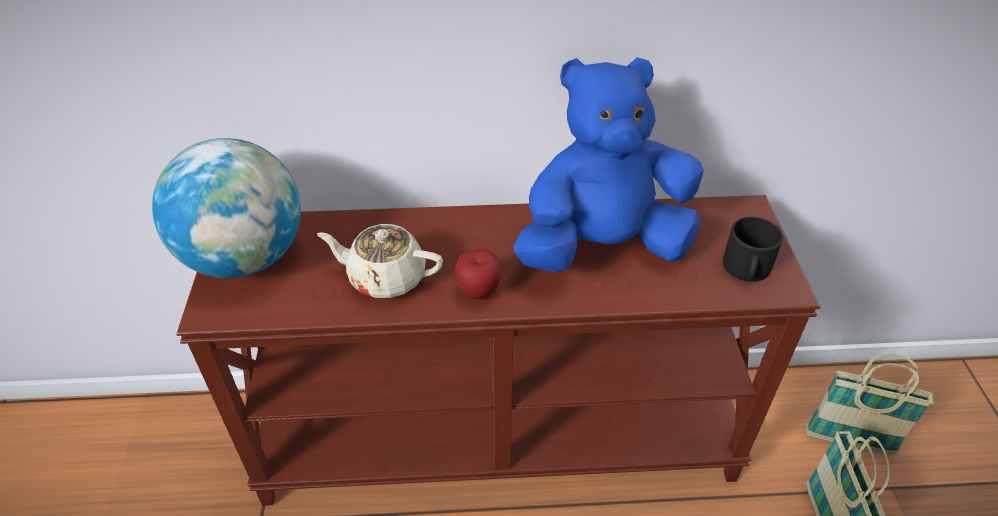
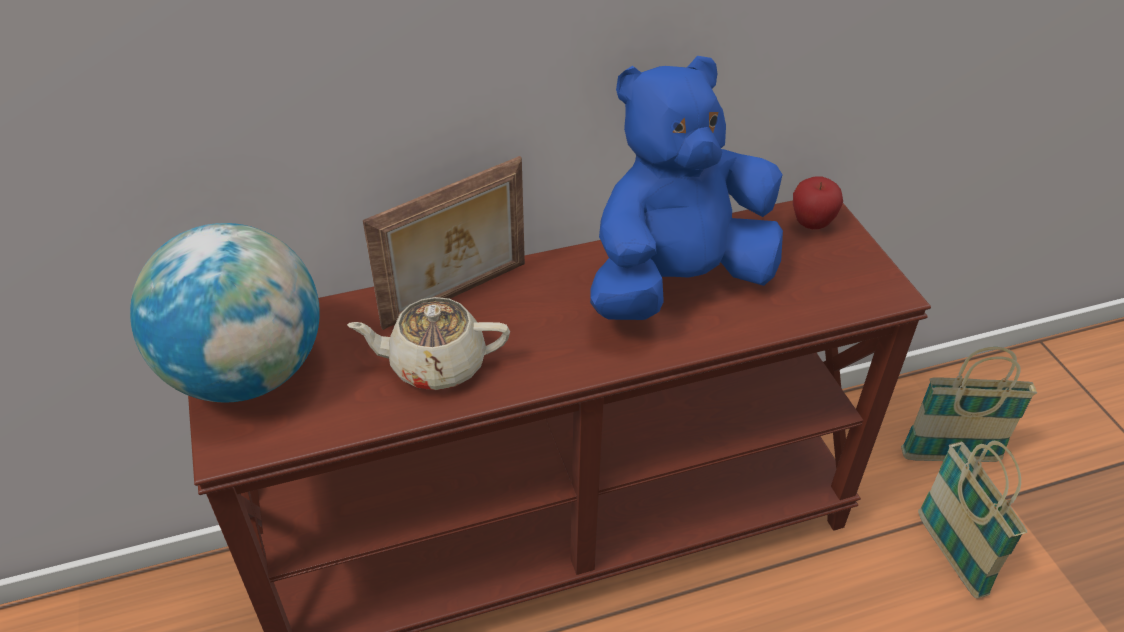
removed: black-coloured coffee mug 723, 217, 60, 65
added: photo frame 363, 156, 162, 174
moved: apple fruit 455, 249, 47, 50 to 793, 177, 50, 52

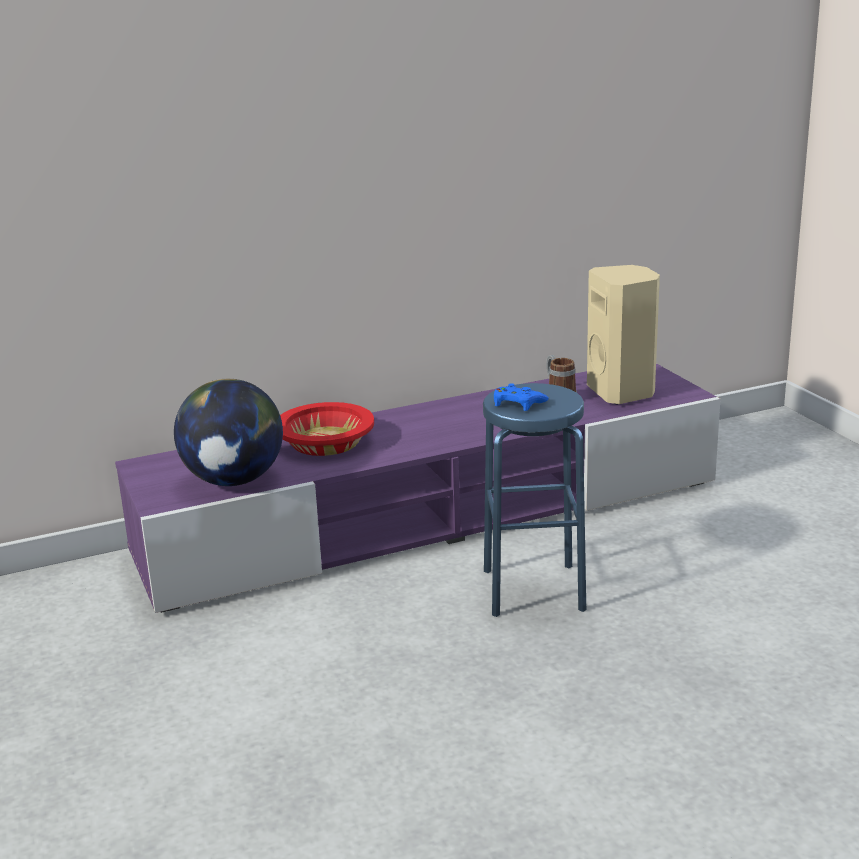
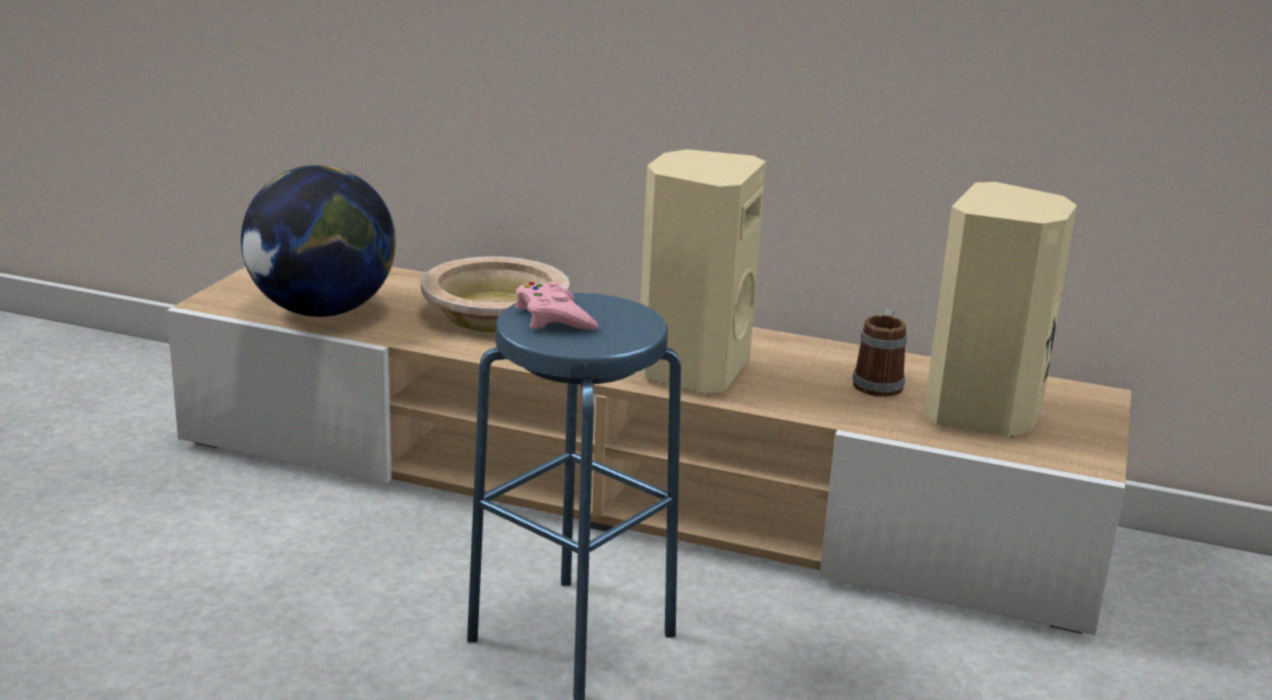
added: beige loudspeaker 640, 149, 126, 244
recoloured: purple-coloured tv stand 115, 364, 606, 249 to beige tv stand 167, 266, 964, 369; red serving bowl 280, 402, 94, 54 to beige serving bowl 421, 256, 149, 76; blue-coloured joypad 494, 383, 55, 28 to pink joypad 515, 281, 83, 49

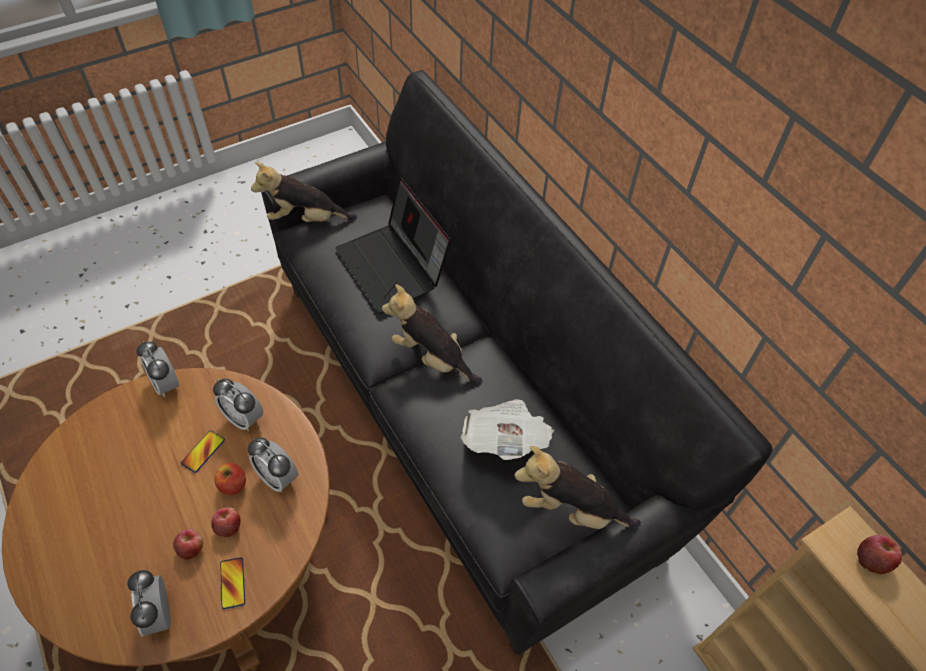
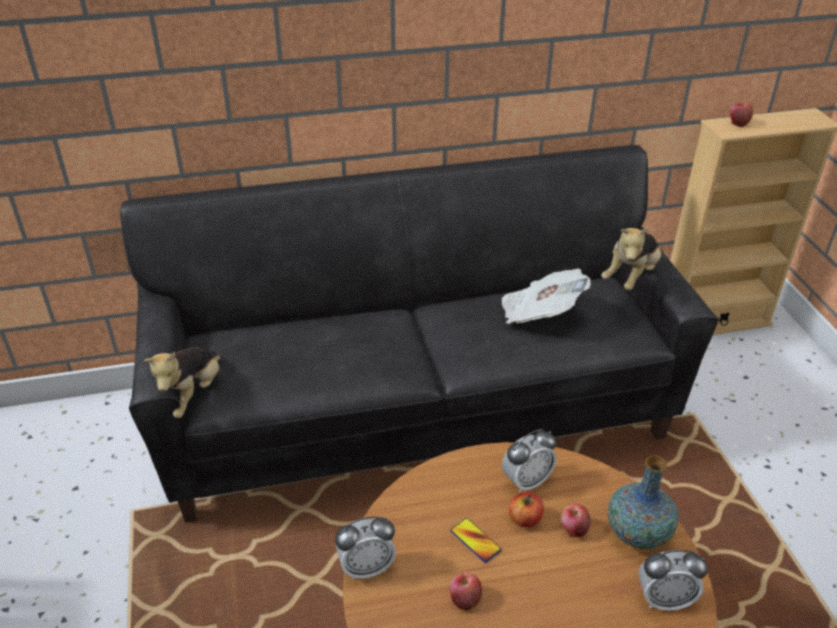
removed: alarm clock 213, 379, 50, 52; laptop 335, 177, 116, 136; plush toy 382, 284, 101, 100
moved: apple fruit 173, 529, 30, 31 to 450, 573, 32, 38
replaced: telephone 220, 557, 25, 52 to flower vase 607, 455, 71, 94

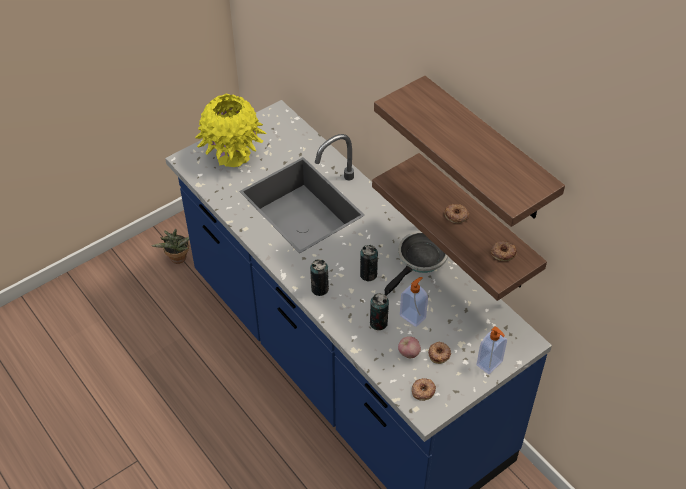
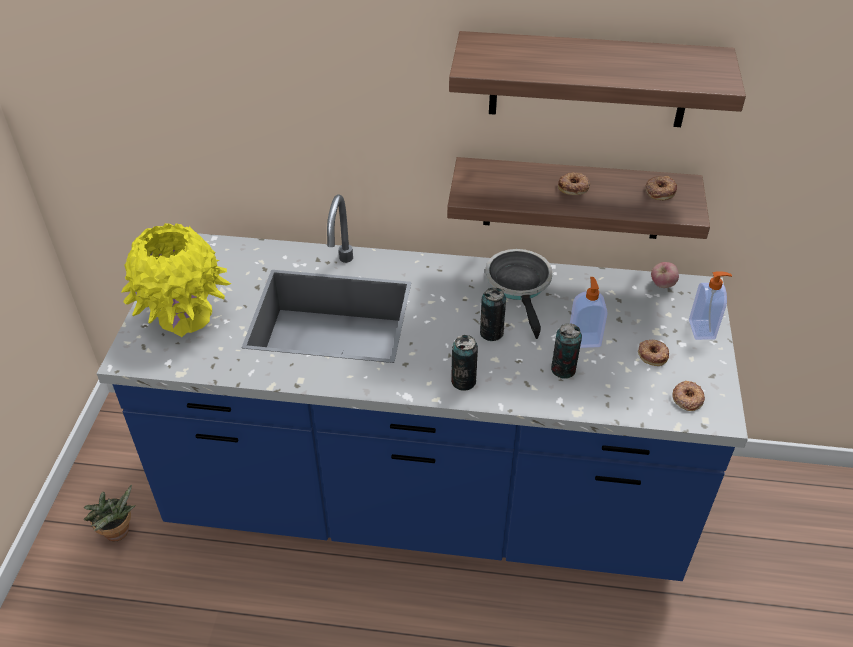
moved: apple fruit 398, 336, 23, 22 to 651, 262, 28, 26

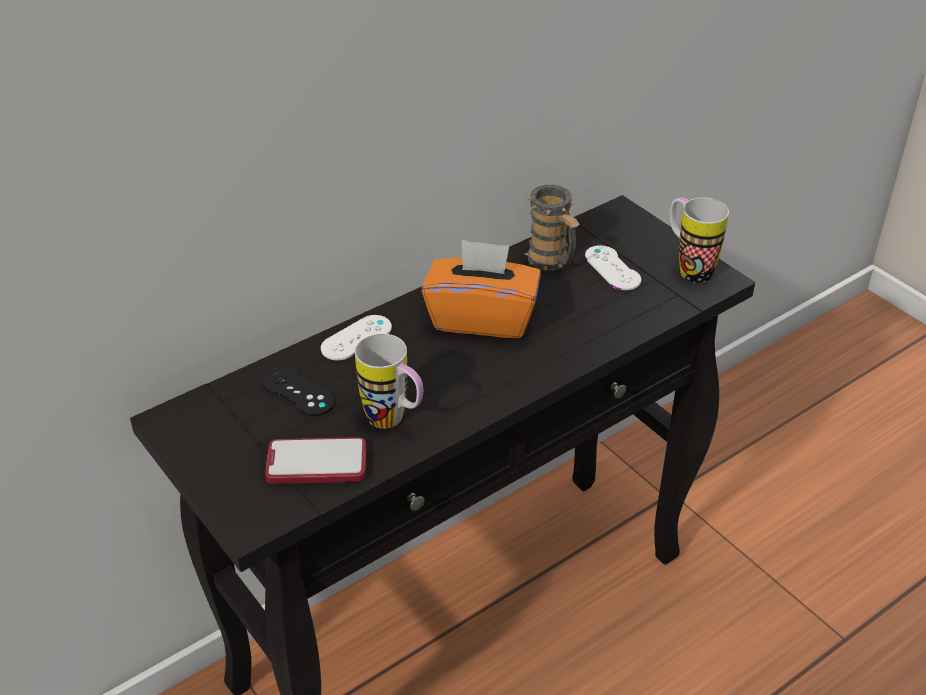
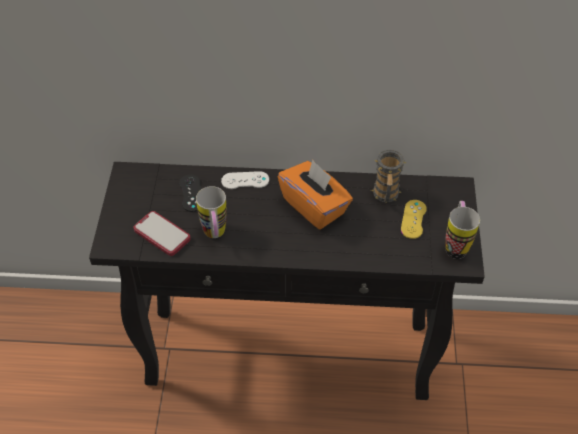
recoloured: whitish joypad 585, 245, 57, 45 to yellow-coloured joypad 401, 200, 26, 39

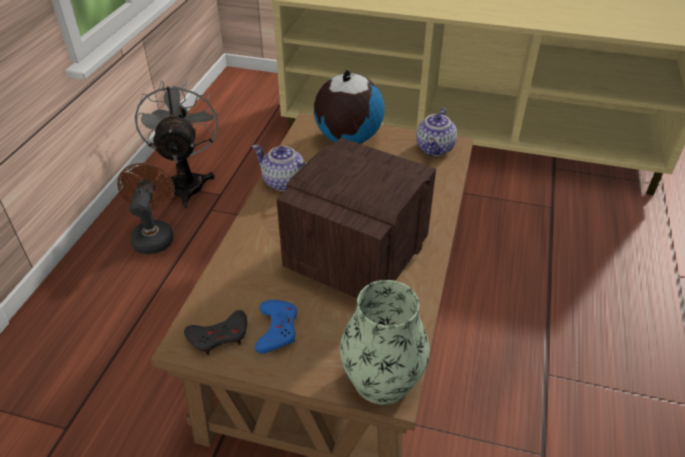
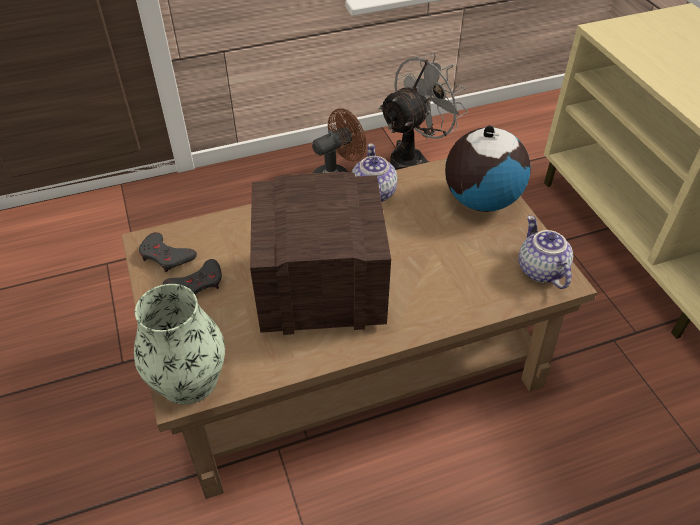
recoloured: blue-coloured joypad 255, 300, 42, 53 to grey joypad 163, 259, 59, 36
turned: teapot 416, 108, 41, 48 = 519, 215, 54, 74 90 degrees clockwise

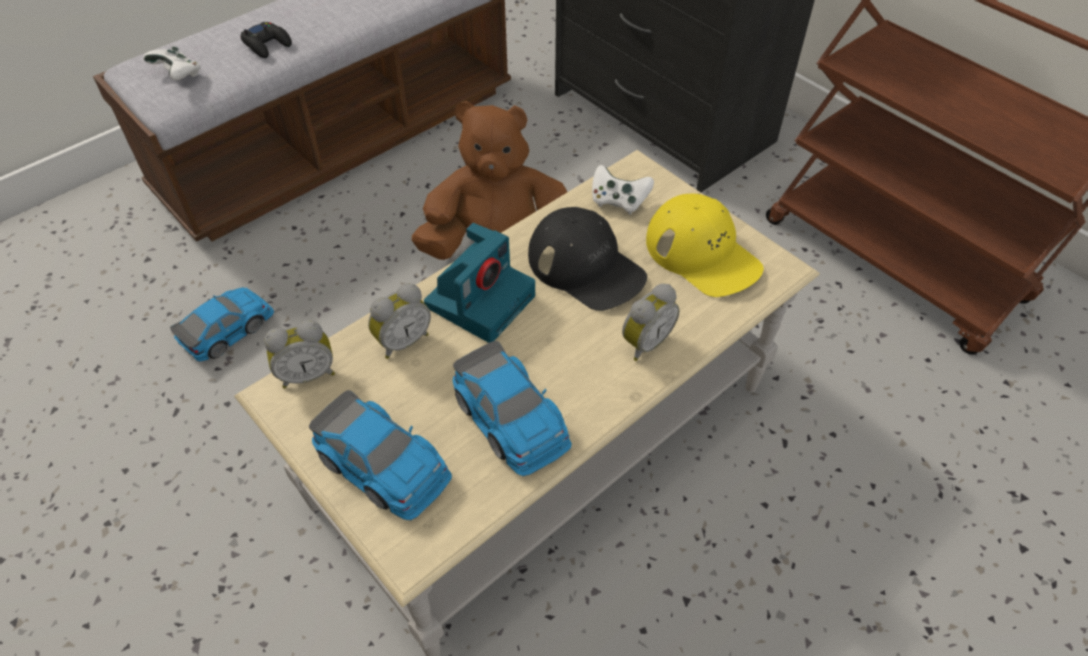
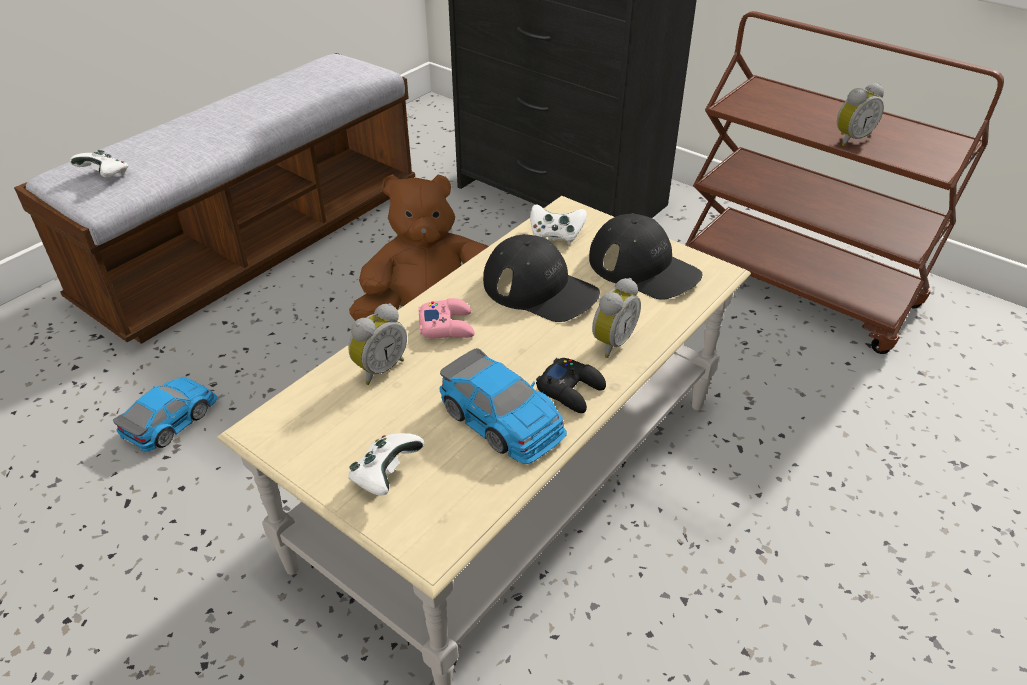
moved: black-coloured joypad 240, 22, 52, 36 to 536, 358, 70, 55; alarm clock 264, 320, 71, 69 to 837, 83, 47, 63
replaced: model car 309, 390, 143, 130 to whitish joypad 348, 433, 76, 63; photo camera 424, 223, 111, 120 to pink joypad 418, 298, 57, 40
recoloured: yellow-coloured cap 646, 194, 118, 103 to black-coloured cap 589, 213, 113, 87

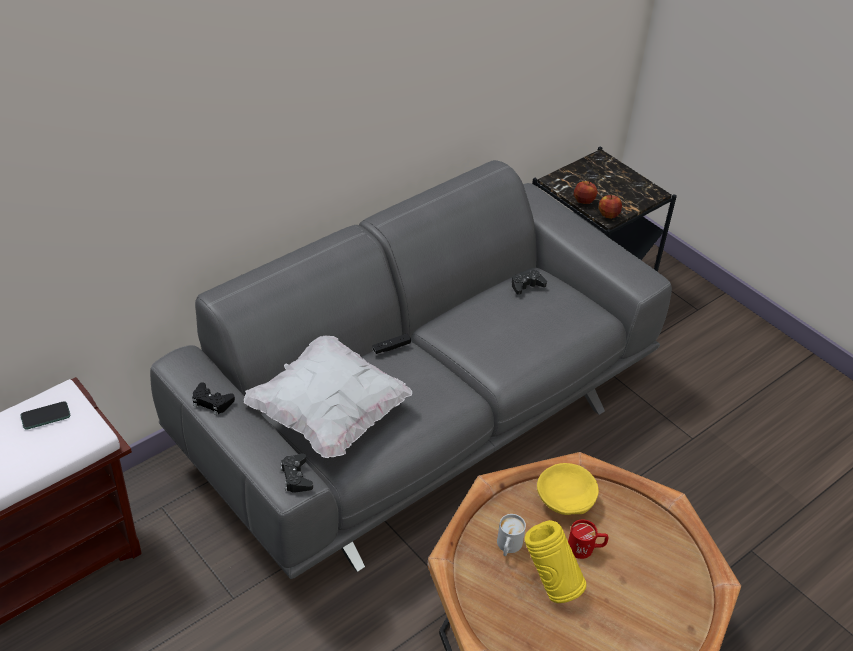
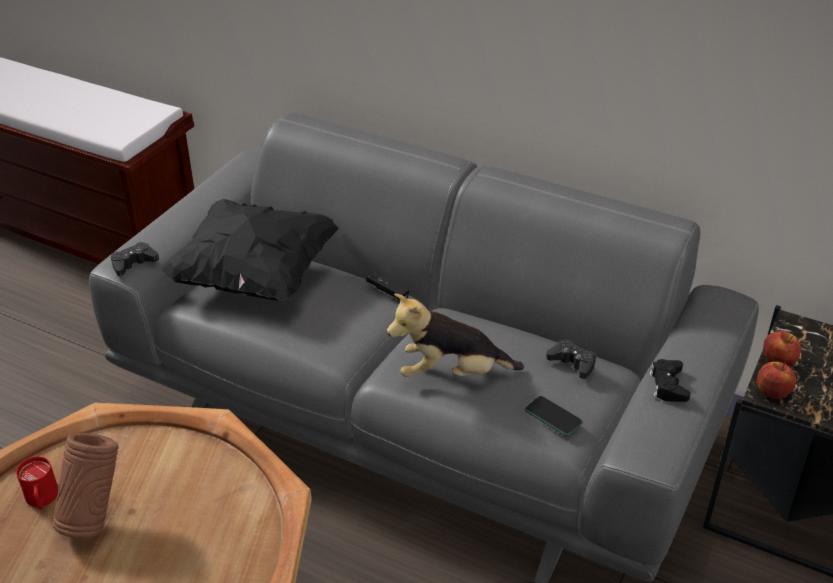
removed: whitish coffee mug 497, 514, 29, 42; yellow-coloured serving bowl 537, 463, 62, 52
added: plush toy 387, 294, 137, 83
moved: telephone 20, 401, 50, 29 to 525, 396, 58, 40; black-coloured joypad 192, 382, 43, 33 to 650, 359, 40, 43; red coffee mug 568, 519, 40, 40 to 16, 456, 42, 54
recoloured: whitish pillow 244, 336, 168, 122 to black-coloured pillow 161, 199, 178, 102; yellow-coloured flower vase 525, 520, 61, 83 to brownish flower vase 53, 433, 65, 105

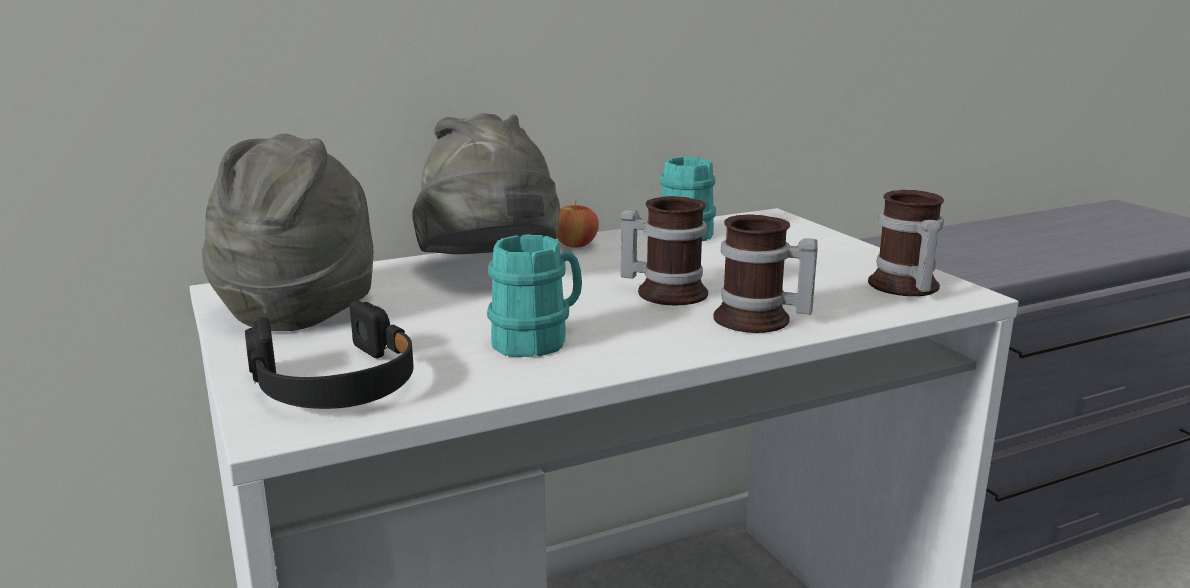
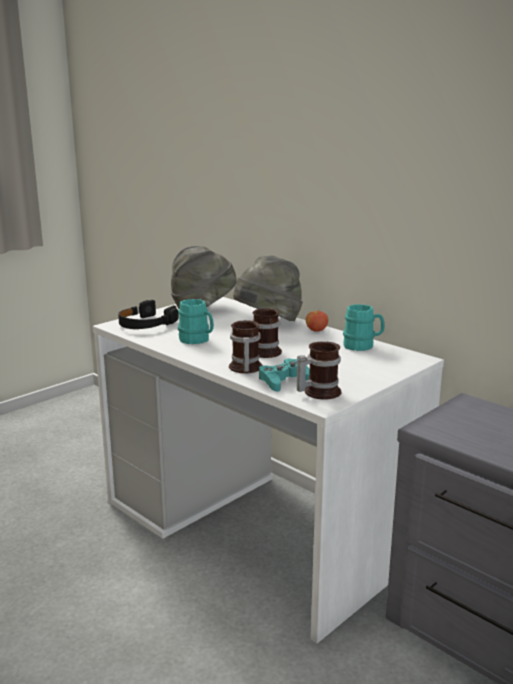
added: turquoise joypad 259, 358, 51, 34

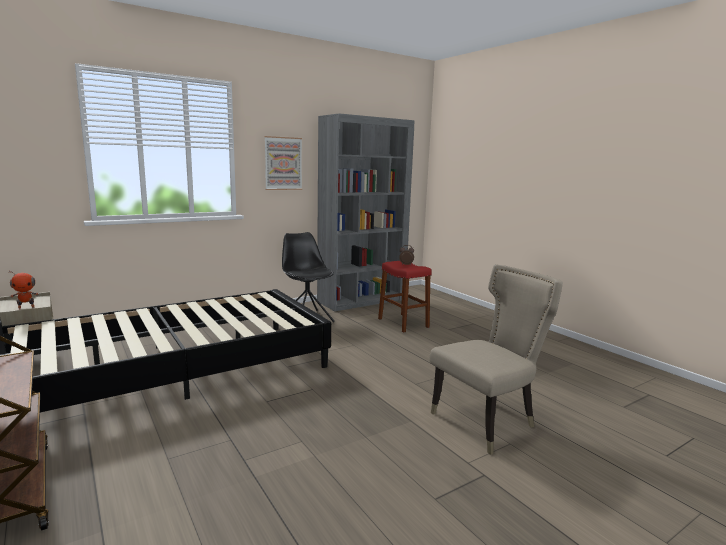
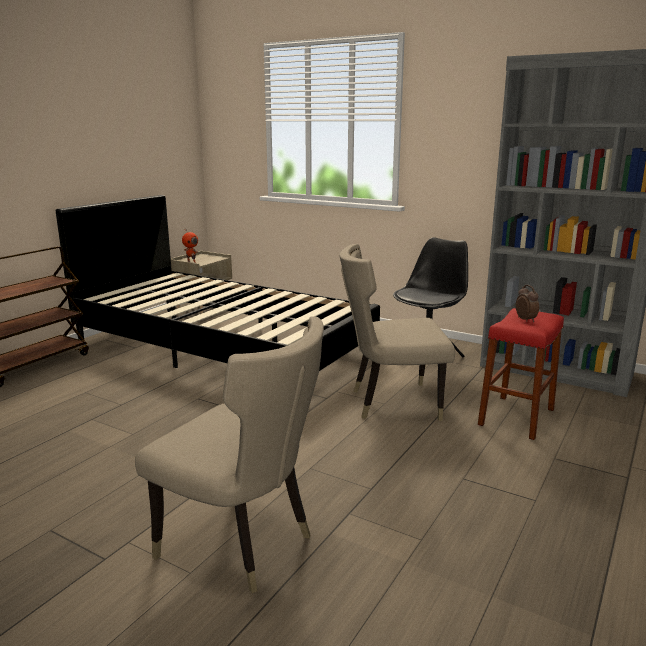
removed: picture 264, 136, 38, 54
added: beige chair 339, 244, 116, 177

